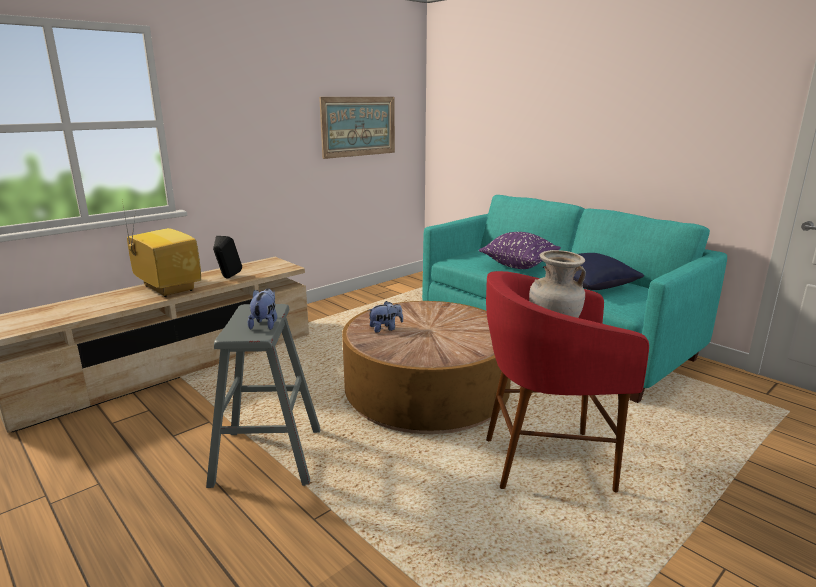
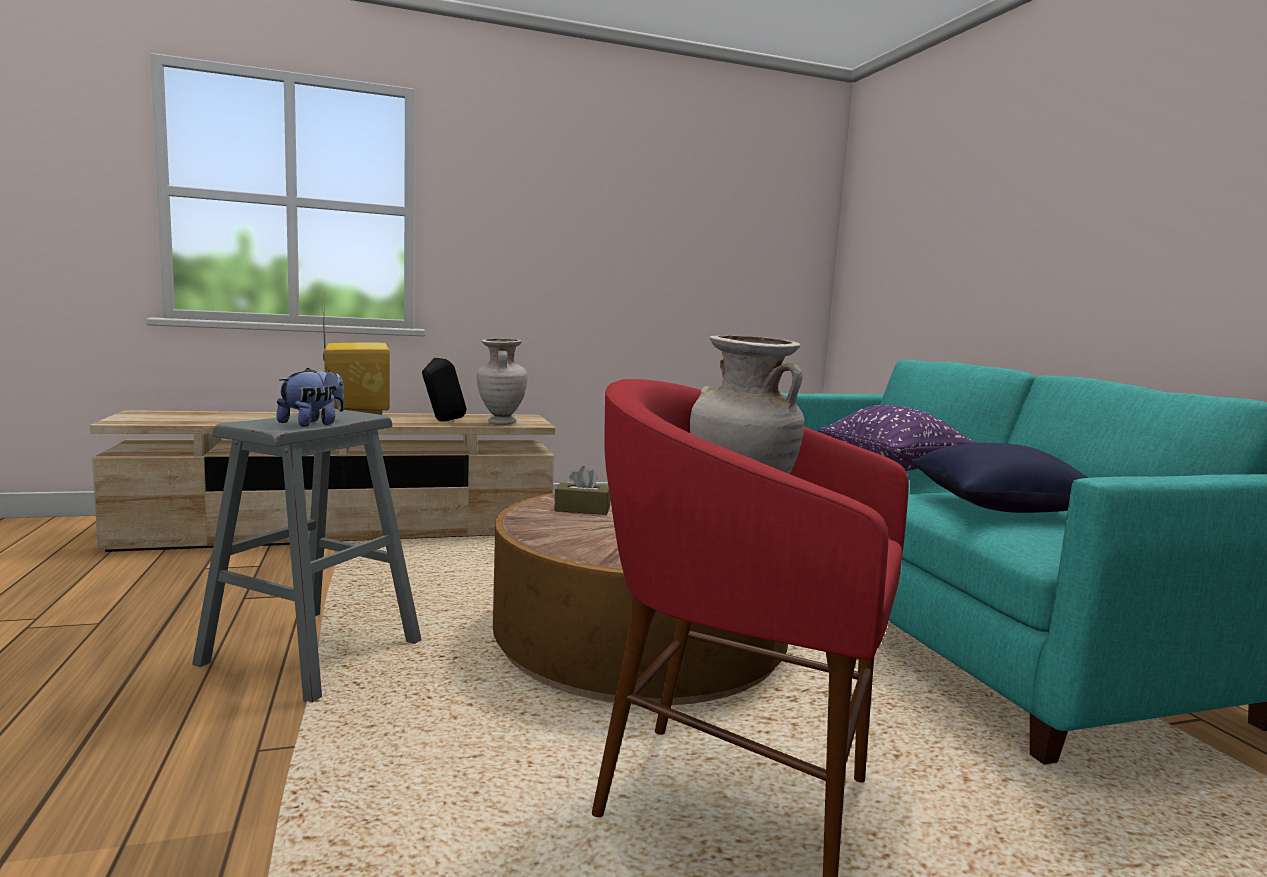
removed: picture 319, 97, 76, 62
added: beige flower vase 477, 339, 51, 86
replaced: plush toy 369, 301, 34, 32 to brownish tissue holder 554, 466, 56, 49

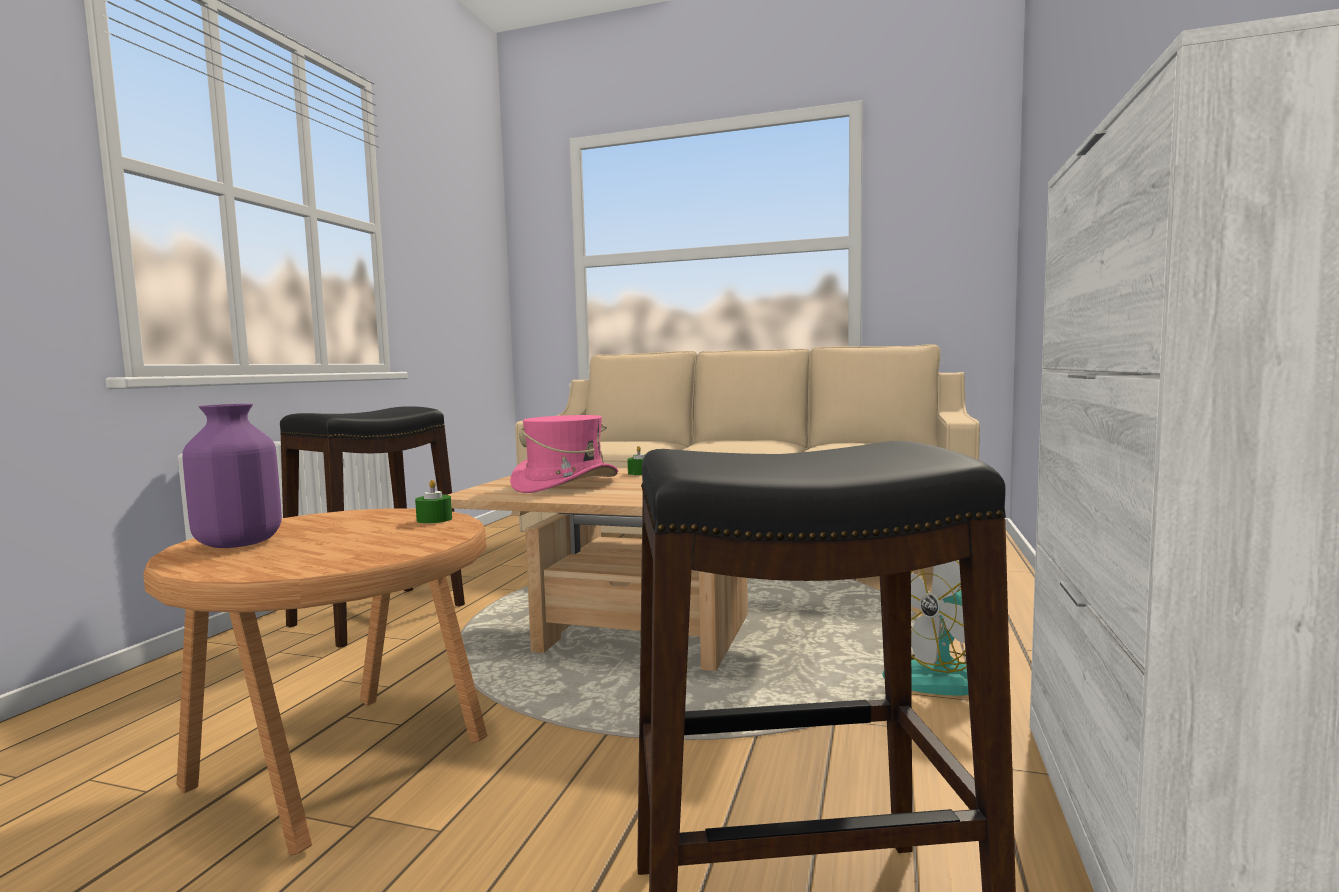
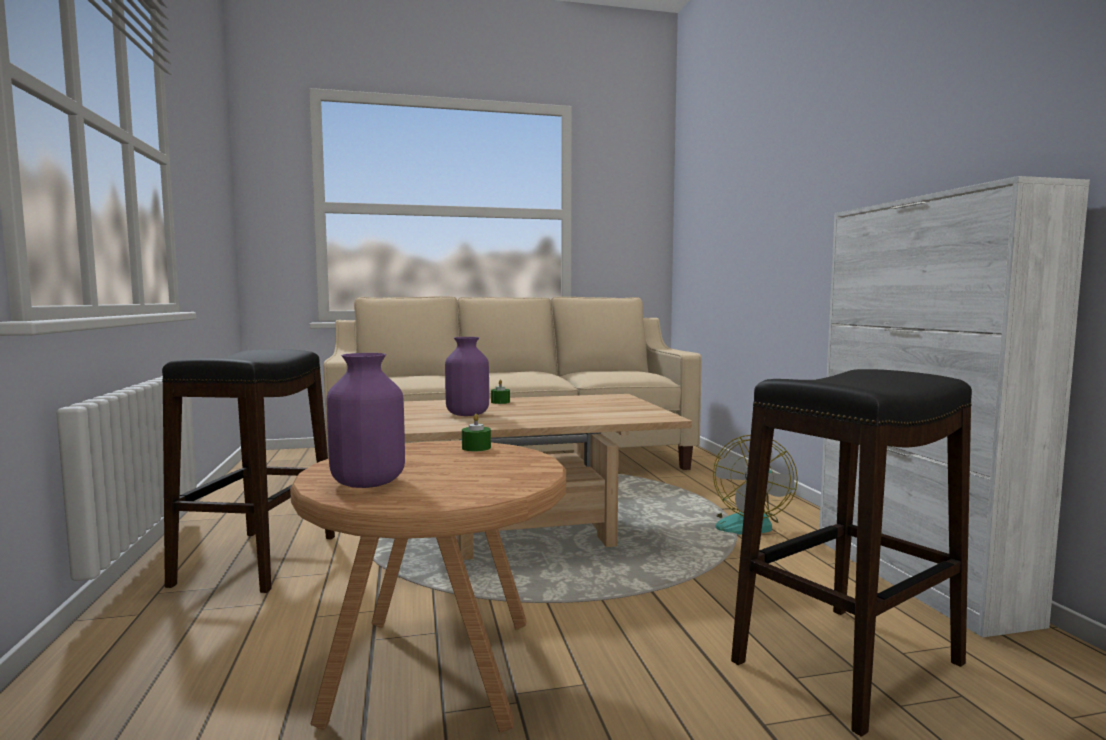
replaced: pink wearable hat 510, 415, 108, 78 to purple-coloured flower vase 445, 337, 44, 79

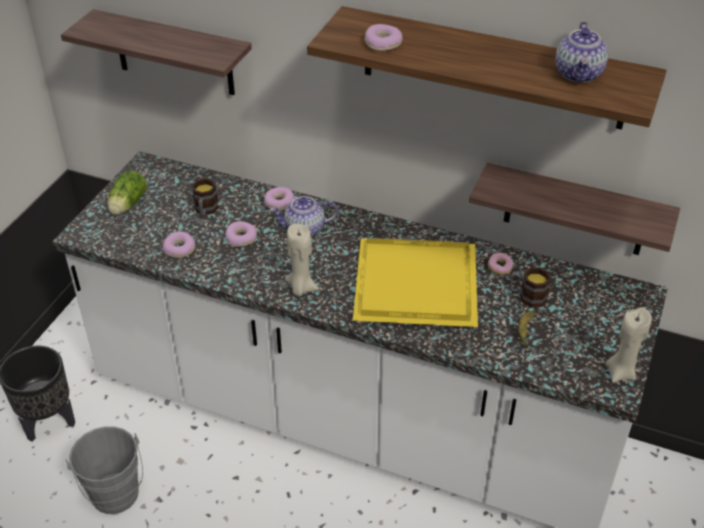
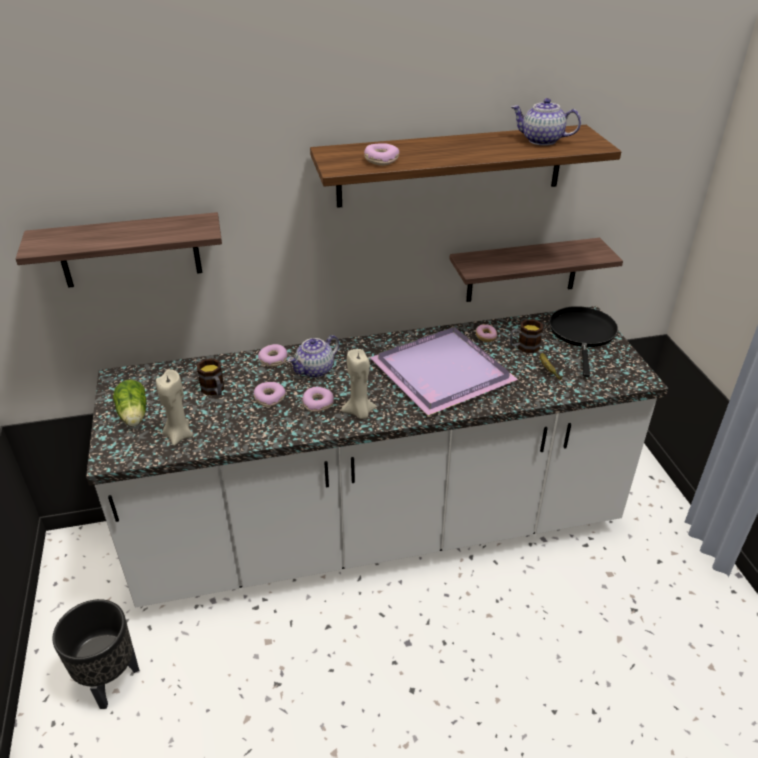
removed: grey water bucket 65, 426, 78, 88
added: black-coloured skillet 549, 306, 69, 71
moved: doughnut 163, 232, 33, 26 to 302, 387, 32, 25; beige wax light 605, 307, 47, 76 to 156, 369, 37, 77
recoloured: yellow-coloured carrying tray 353, 238, 125, 89 to purple-coloured carrying tray 370, 327, 148, 89
turned: teapot 555, 22, 53, 61 = 511, 98, 70, 48 135 degrees clockwise

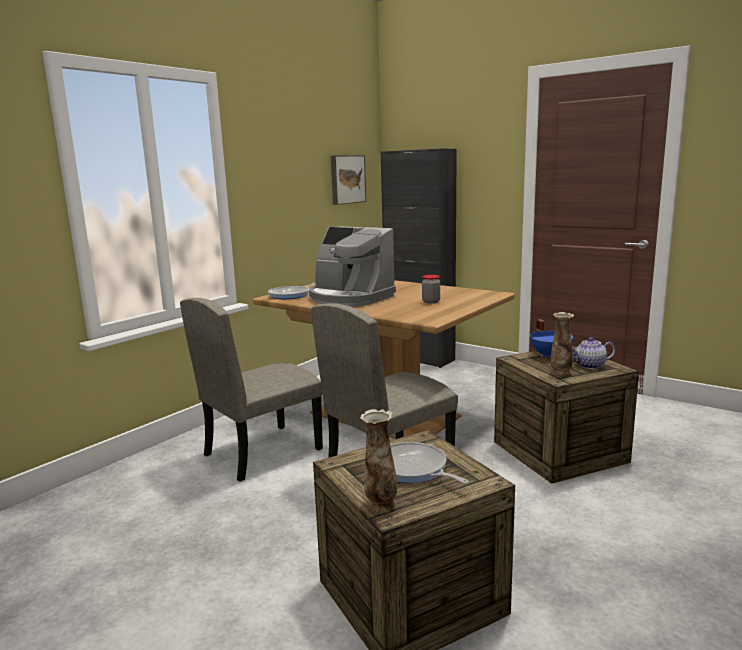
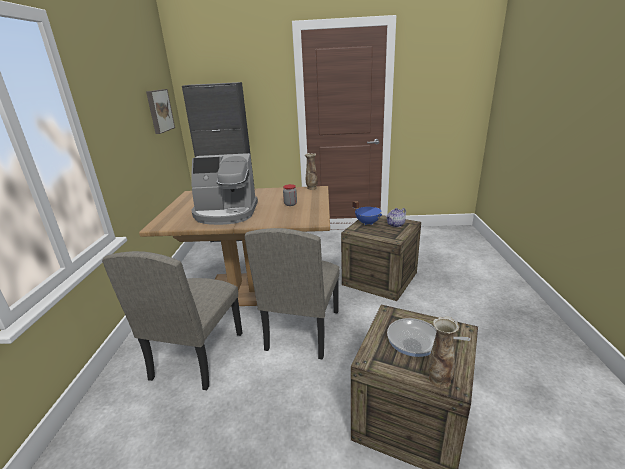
removed: skillet 268, 283, 47, 16
moved: flower vase 551, 312, 23, 63 to 305, 153, 13, 37

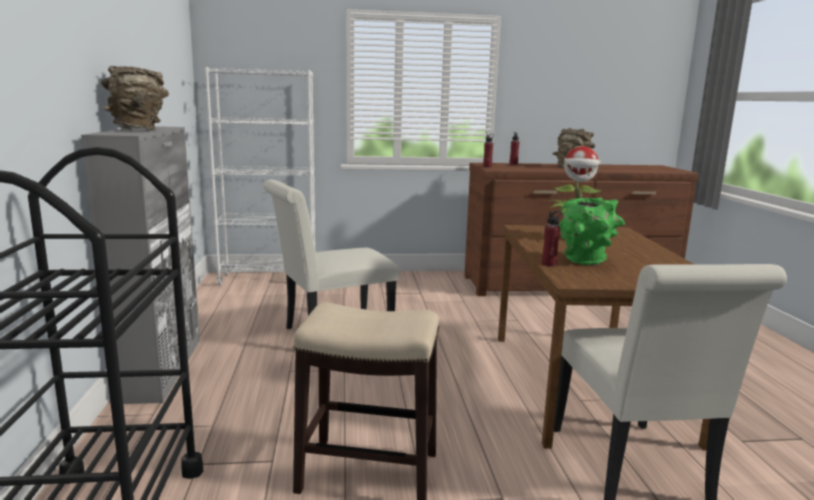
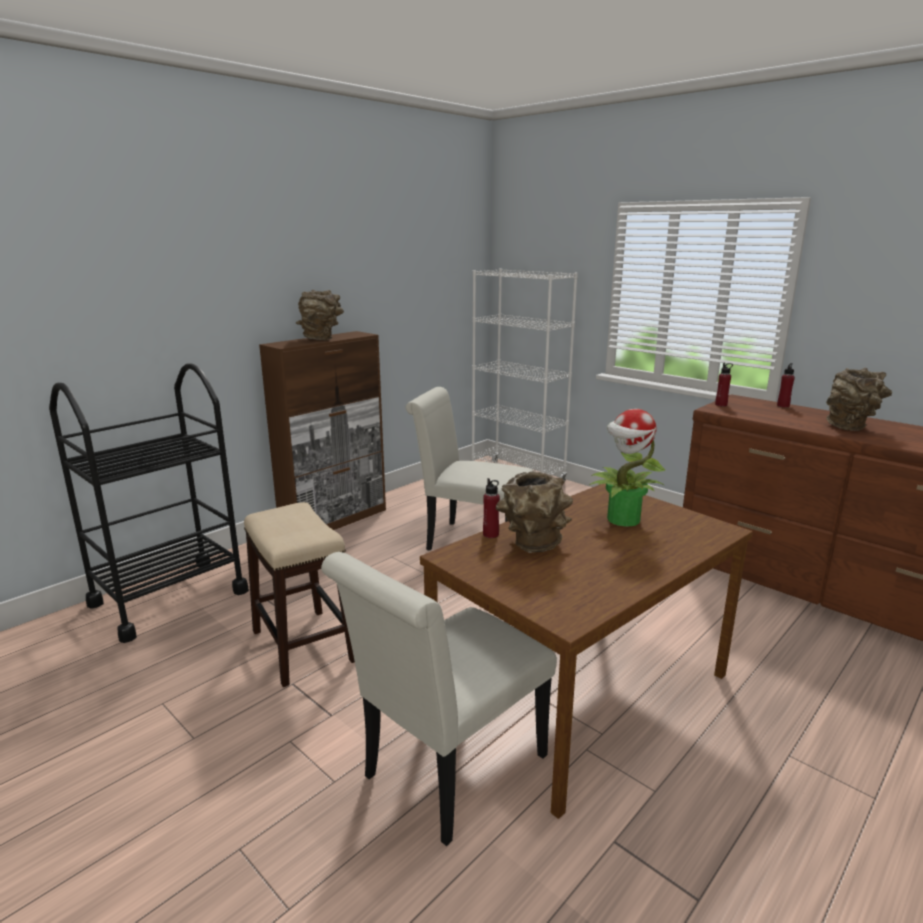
recoloured: grey storage cabinet 81, 126, 119, 278 to brownish storage cabinet 259, 331, 127, 199; greenish flower vase 559, 197, 66, 68 to brownish flower vase 496, 472, 77, 81

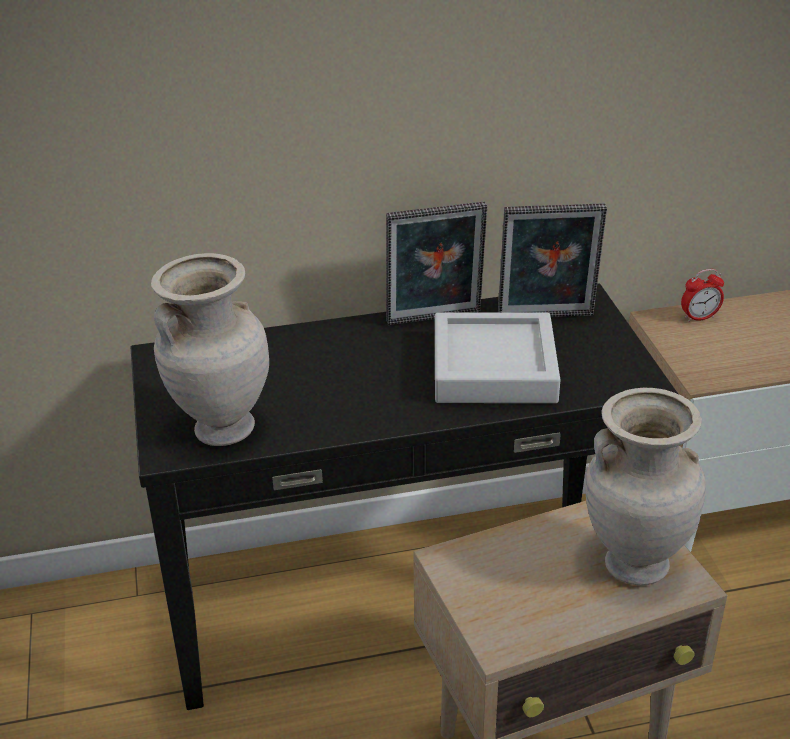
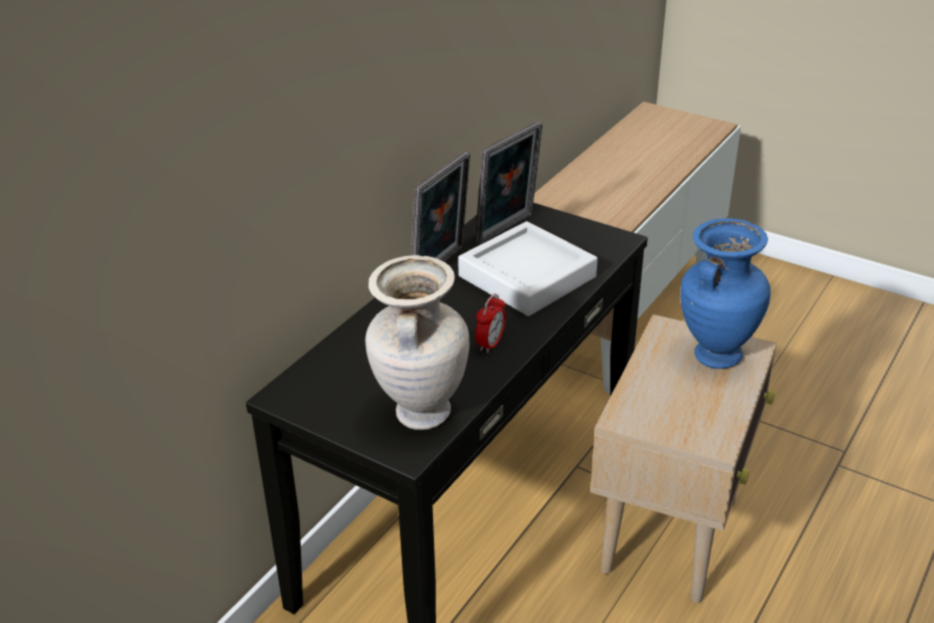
moved: alarm clock 681, 269, 43, 53 to 475, 293, 31, 60
recoloured: beige flower vase 585, 388, 121, 198 to blue-coloured flower vase 680, 218, 91, 151

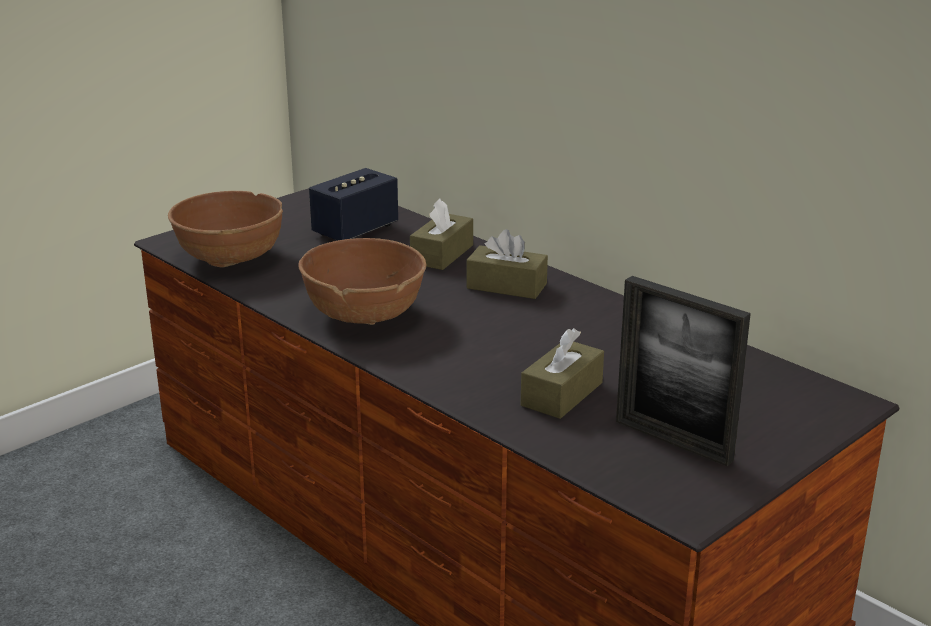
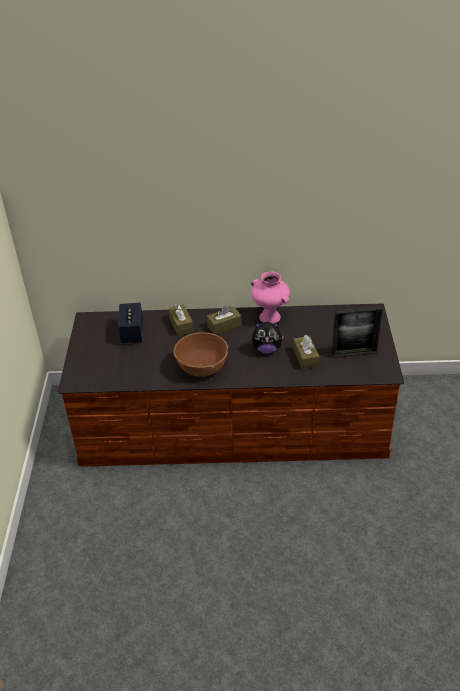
removed: brownish serving bowl 168, 191, 115, 77
added: pink flower vase 251, 271, 39, 53; plush toy 252, 322, 32, 32

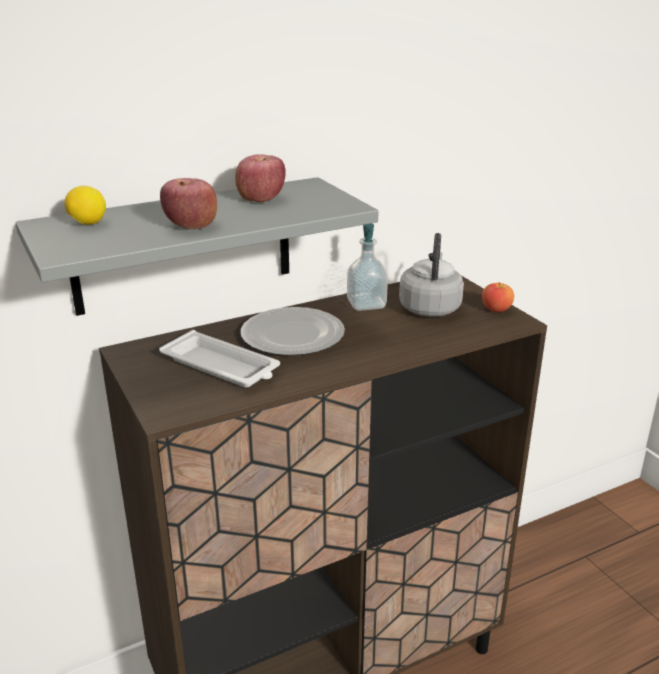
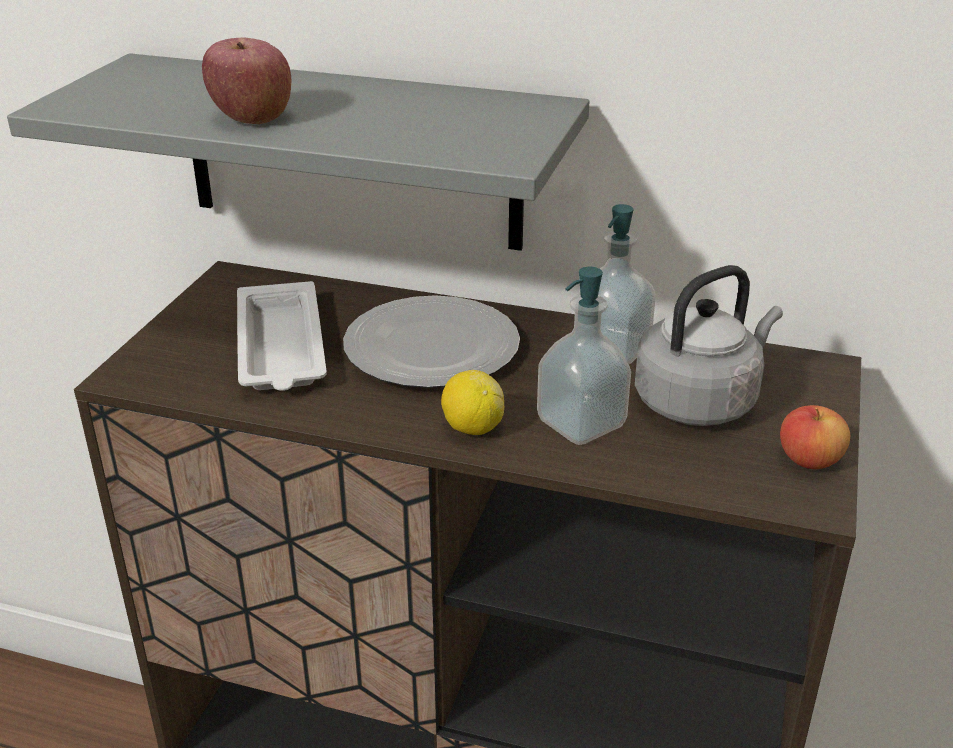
removed: apple fruit 235, 154, 51, 48
added: liquid soap bottle 537, 267, 94, 178
moved: whole lemon 64, 185, 42, 40 to 441, 370, 63, 65

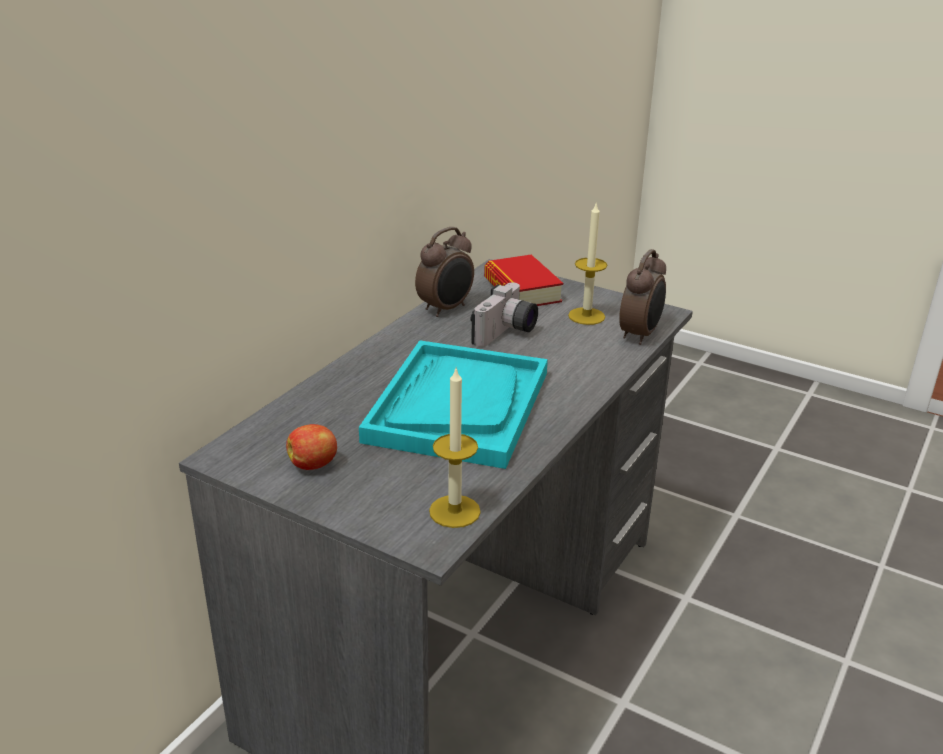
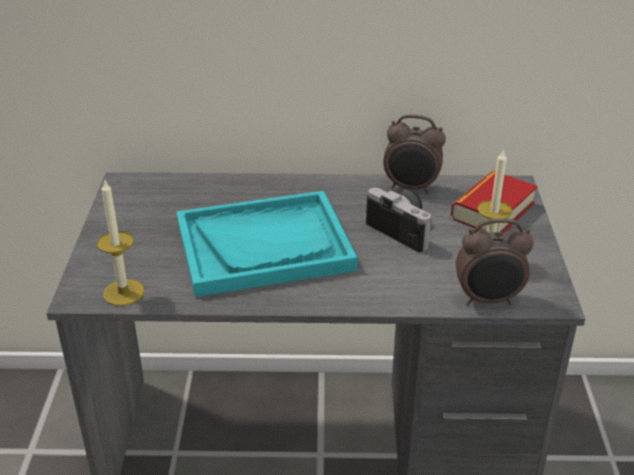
removed: apple fruit 286, 424, 51, 46
turned: photo camera 470, 283, 68, 64 = 366, 188, 66, 64 135 degrees counterclockwise

